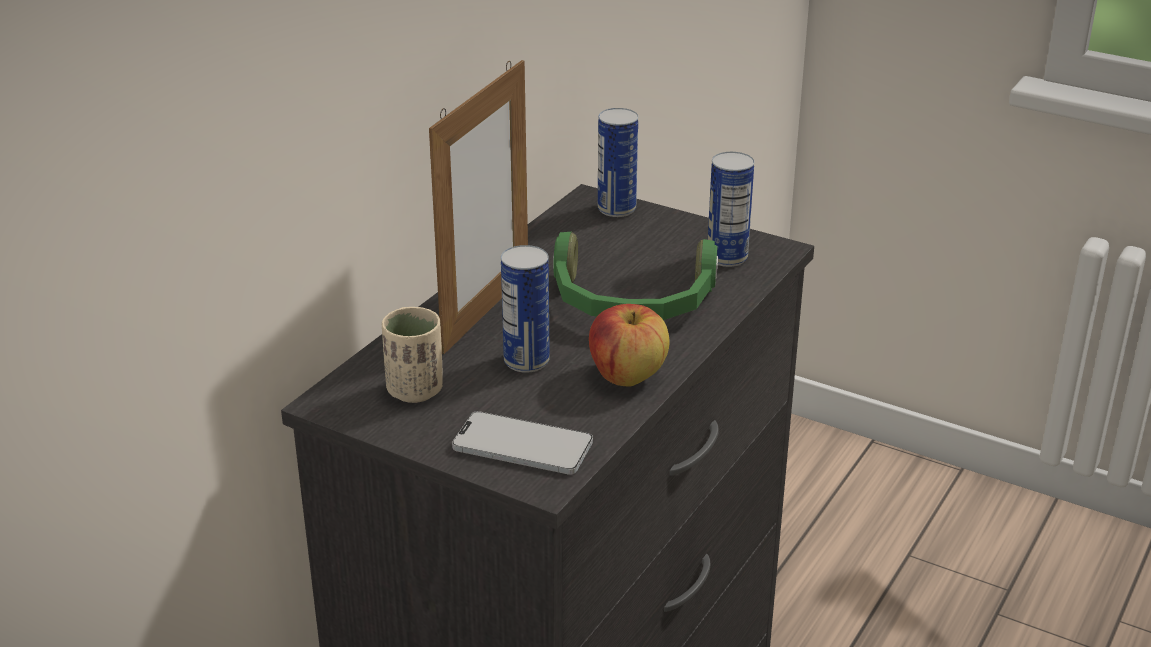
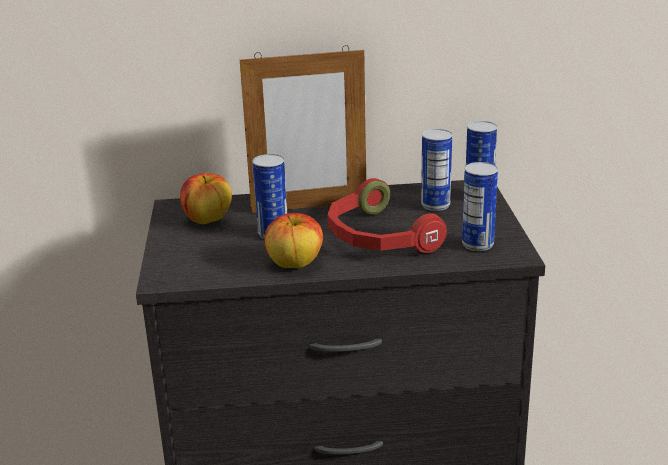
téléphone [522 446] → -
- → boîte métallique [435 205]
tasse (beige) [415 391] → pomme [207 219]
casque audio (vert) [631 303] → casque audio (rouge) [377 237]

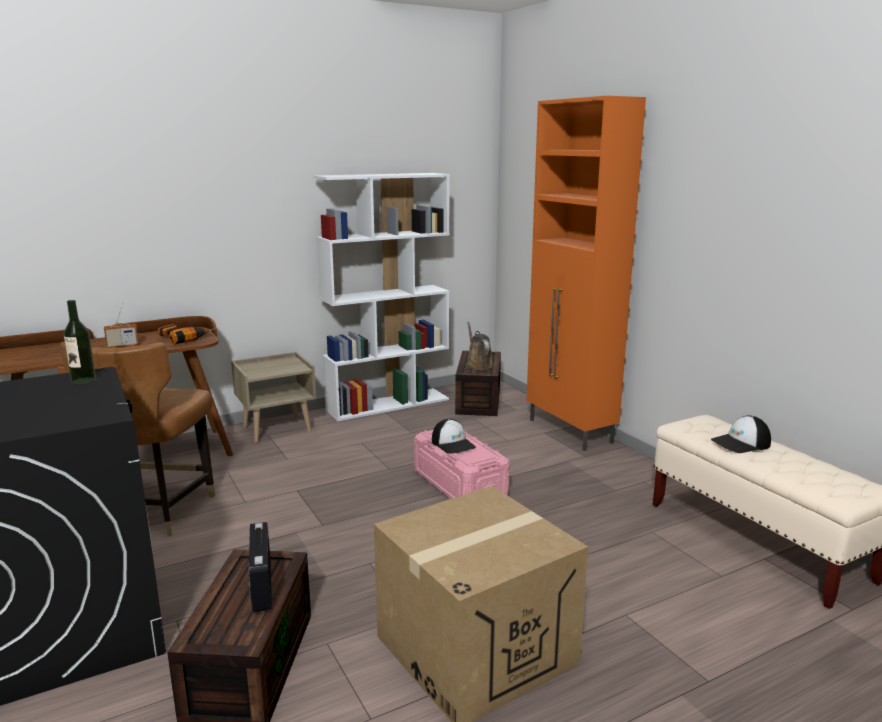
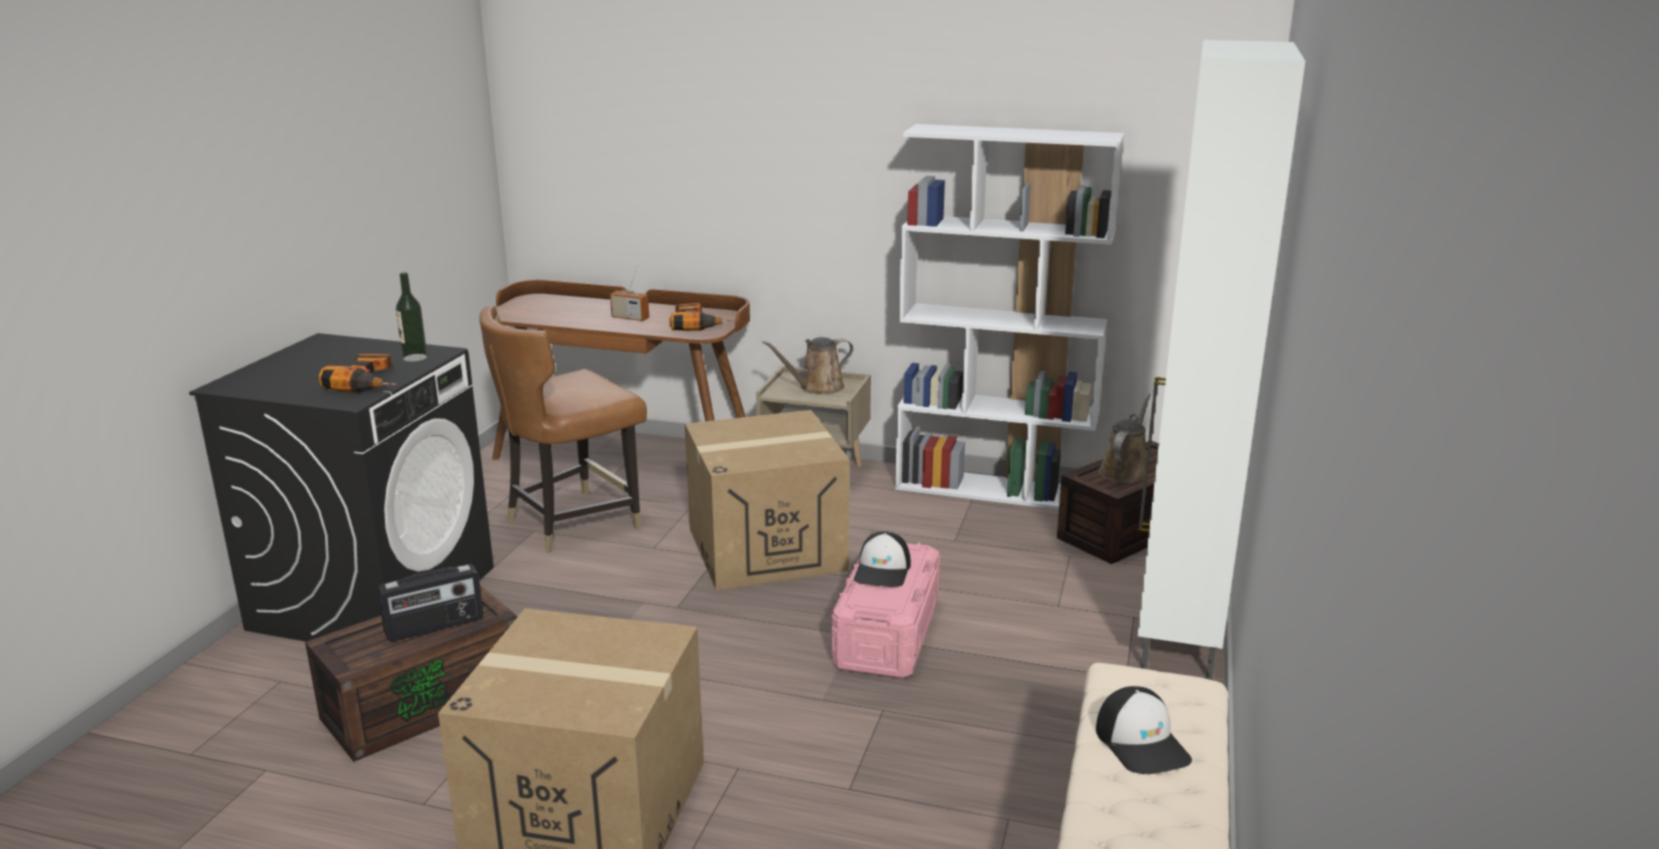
- → perceuse [369 383]
- → carton [767 549]
- → arrosoir (marron) [817 387]
meuble de rangement (orange) [570 432] → meuble de rangement (blanc) [1176 633]
radio [261 587] → radio [434 627], 150 degrees counterclockwise
casquette [741 443] → casquette [1142 743], 135 degrees counterclockwise

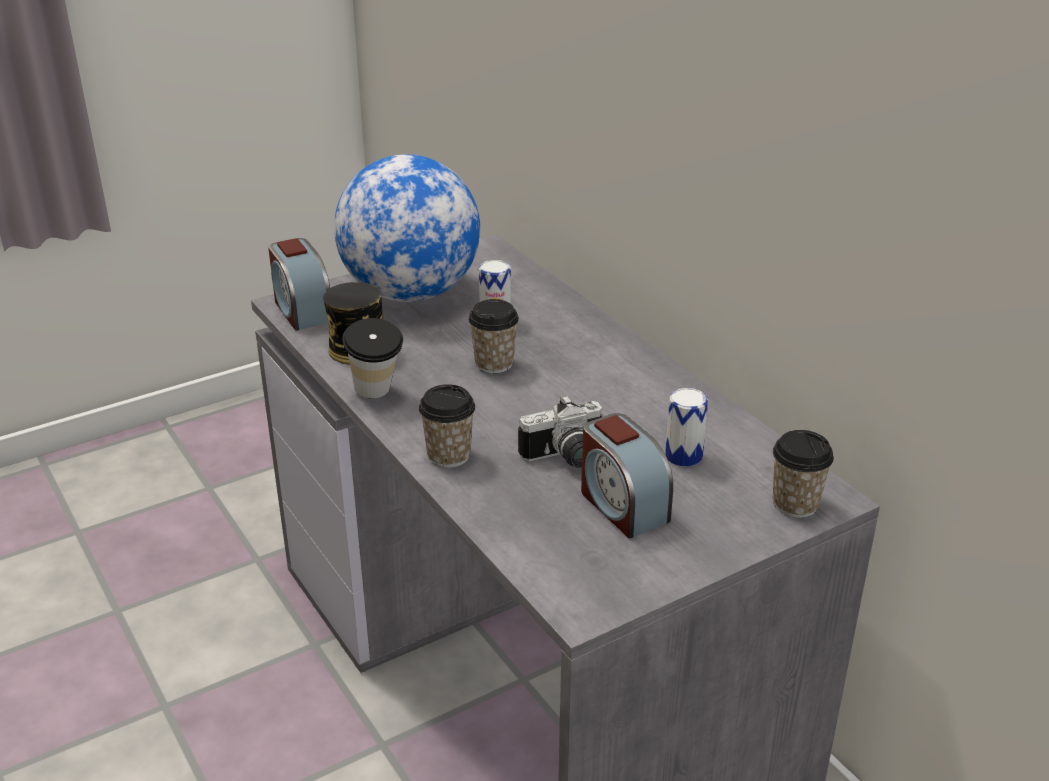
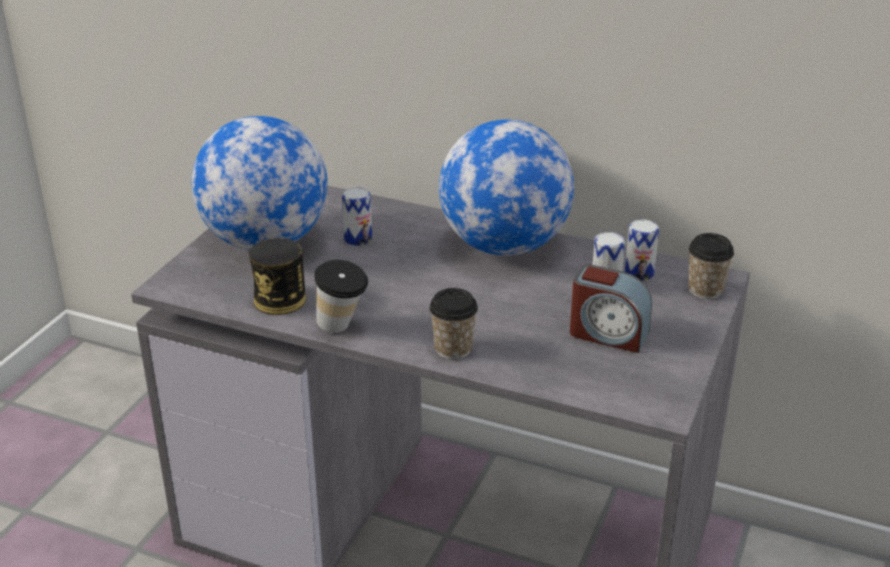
réveil [302 310] → -
tasse [494 364] → -
appareil photo [566 458] → -
- → globe [504 246]
- → boîte métallique [639 273]

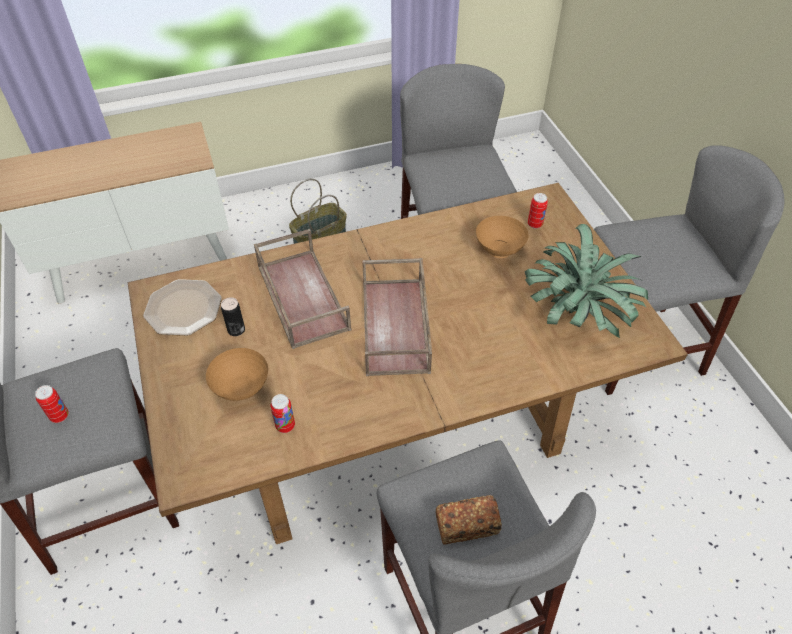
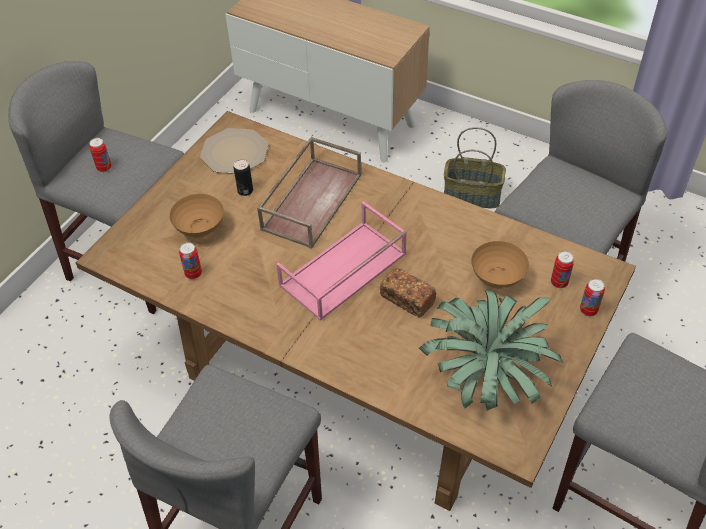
- → boîte métallique [588 310]
pain [466 526] → pain [407 299], moved
plateau (marron) [396 327] → plateau (rose) [343 271]

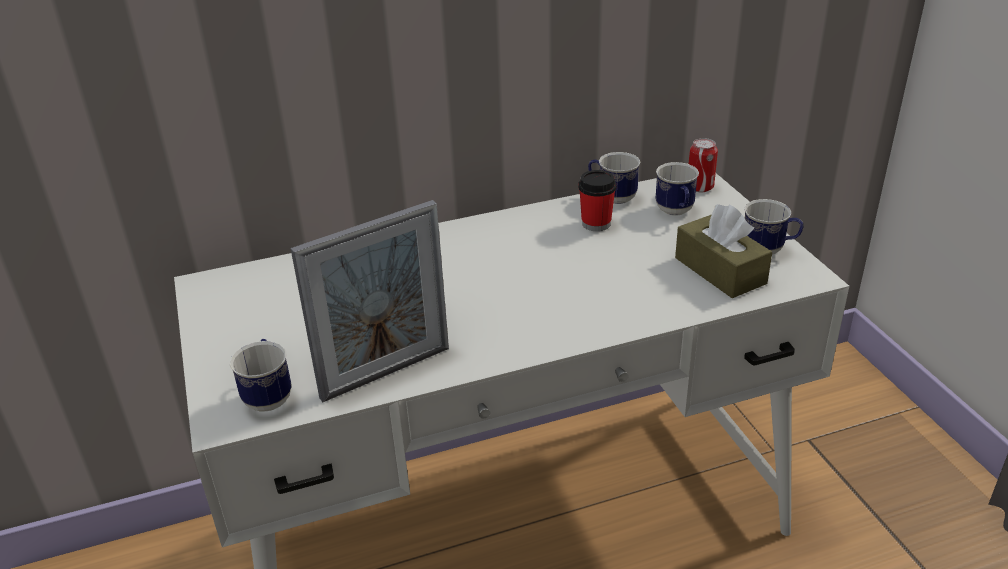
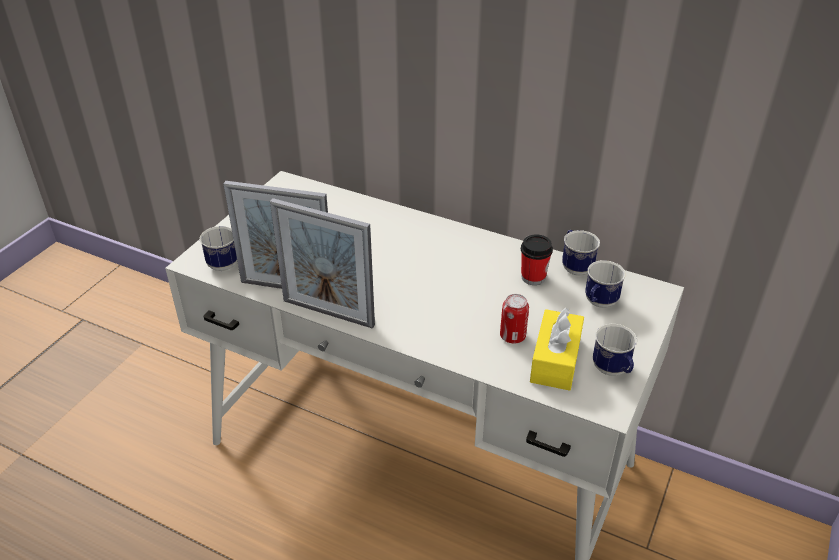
- → cadre photo [328 313]
boîte métallique [700 187] → boîte métallique [512 336], moved
boîte à mouchoirs (marron) [720 271] → boîte à mouchoirs (jaune) [555 360]

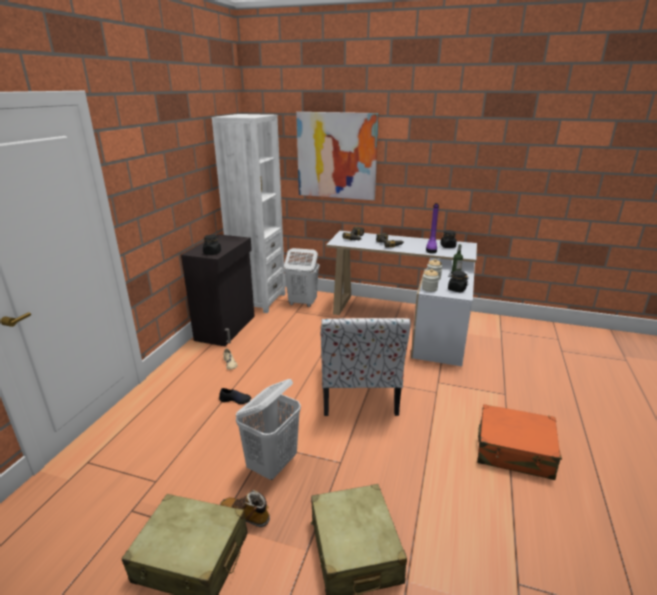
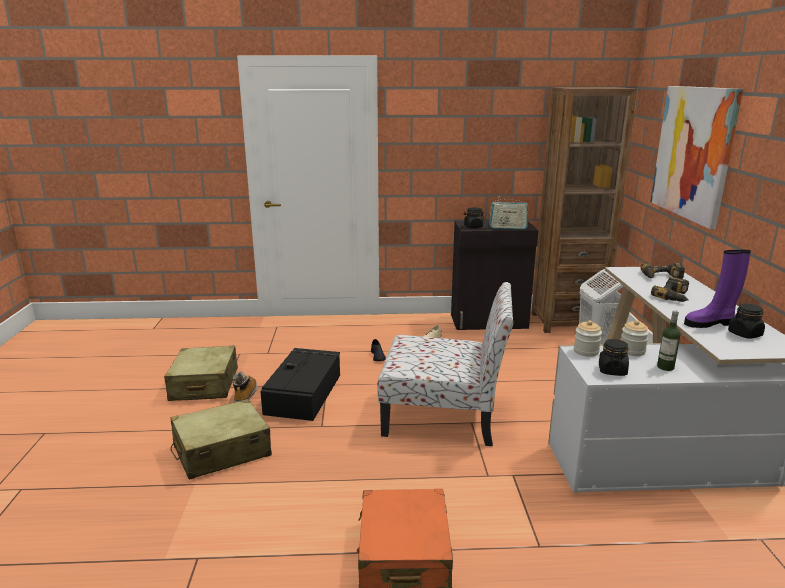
- → radio [508 228]
panier à linge (blanc) [273 464] → boîte de rangement (noir) [304 393]
bibliothèque (blanc) [259 300] → bibliothèque (marron) [566 322]
chaise [358 390] → chaise [444 416], 150 degrees counterclockwise

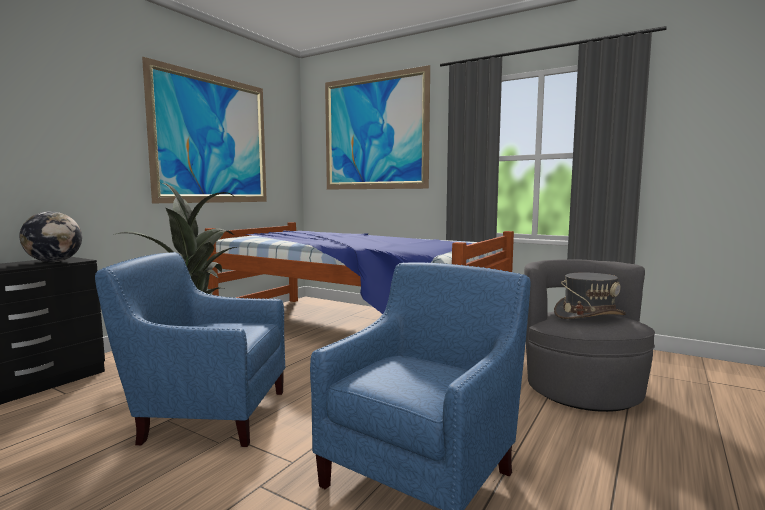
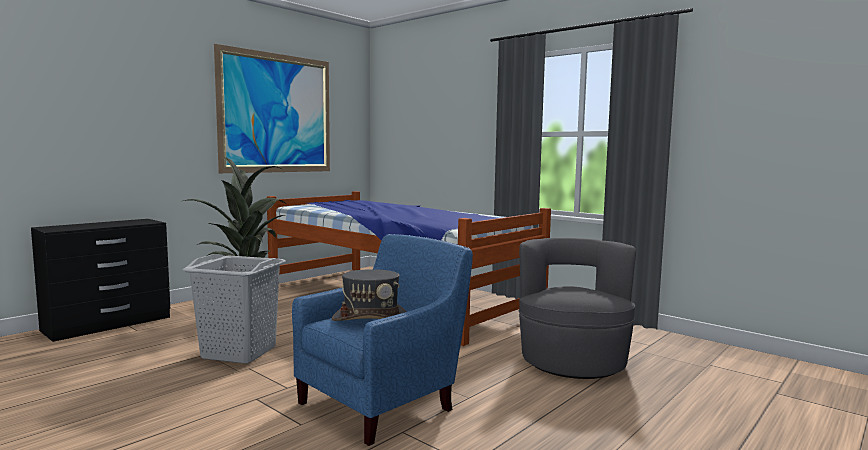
globe [54 262] → -
tableau [374 132] → -
chapeau (gris) [588 315] → chapeau (gris) [371 318], moved
fauteuil (bleu) [208 413] → panier à linge (gris) [239 352]

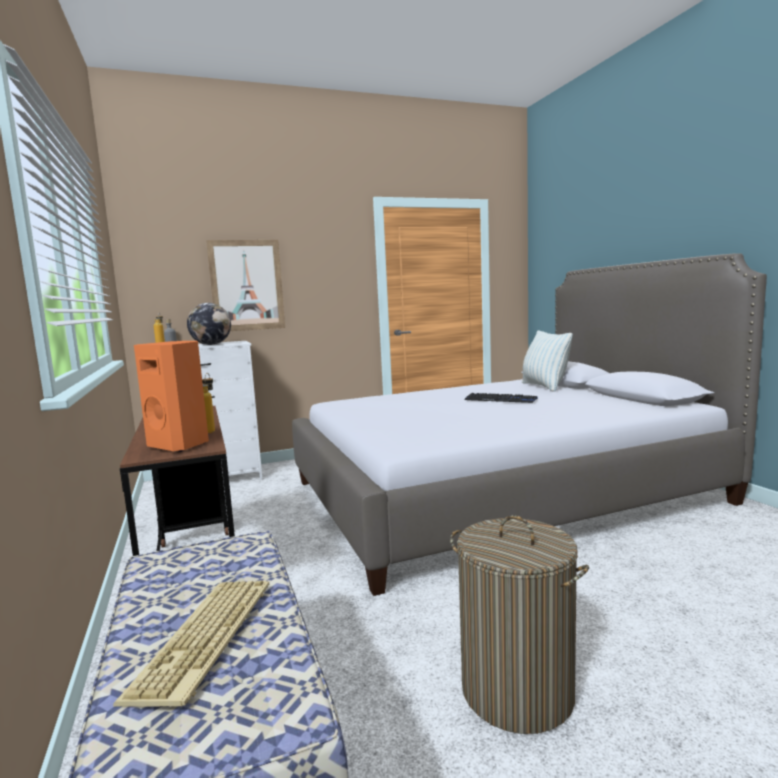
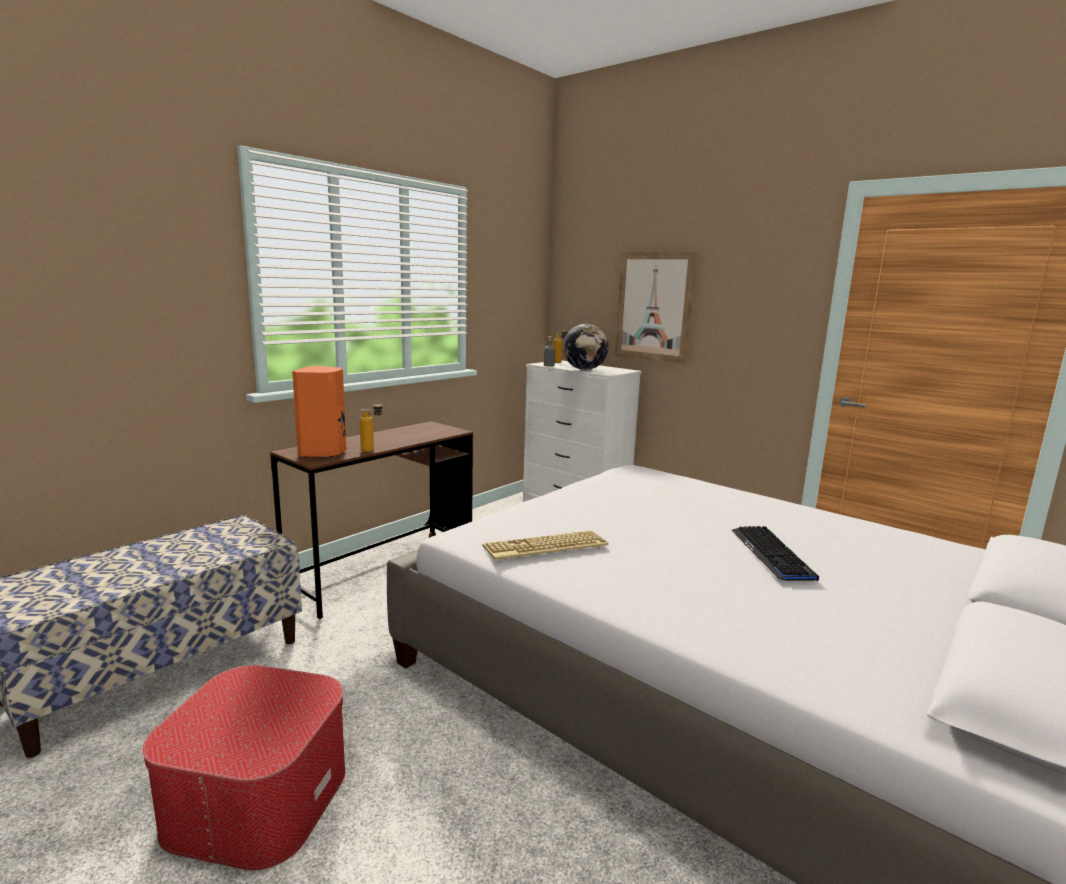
coussin [544 386] → -
clavier [206 639] → clavier [545 548], moved
panier à linge [516 691] → pouf [257 797]

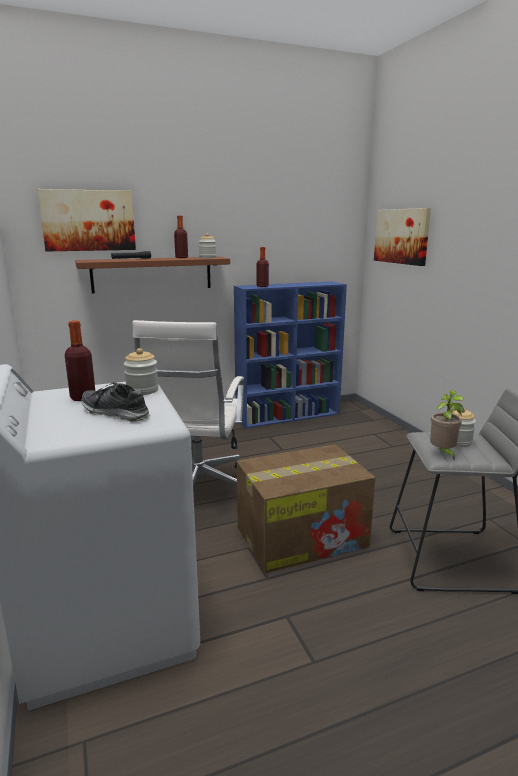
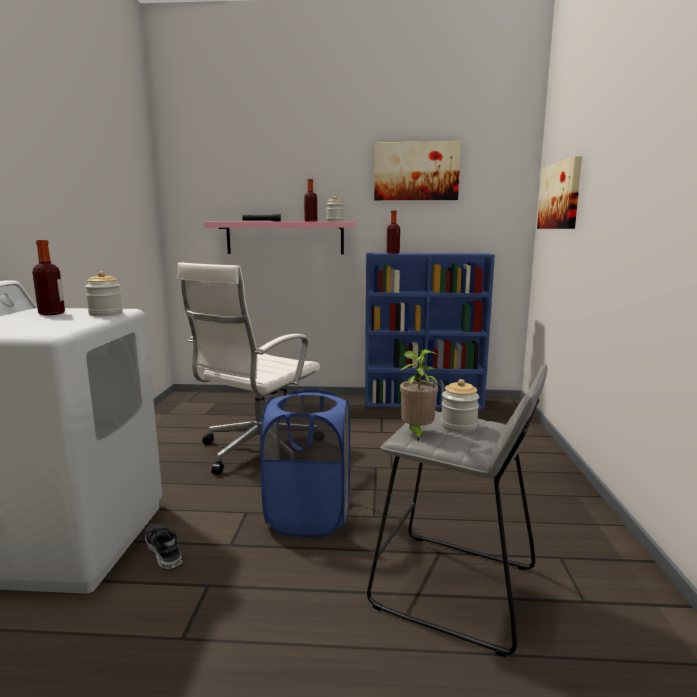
tableau [88 220] → tableau [416 171], moved
chaussure [115 413] → chaussure [163 551], moved
carton [303 536] → panier à linge (bleu) [309 516]
étagère (marron) [152 274] → étagère (rose) [285 238]

